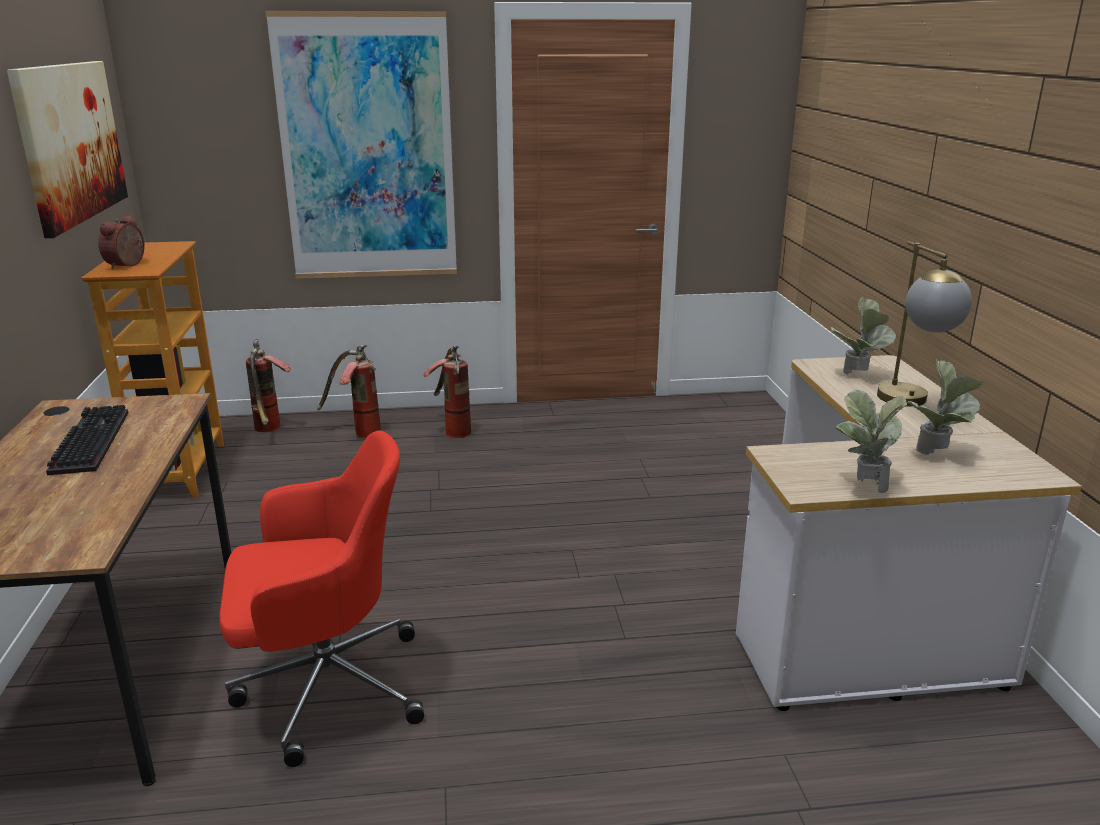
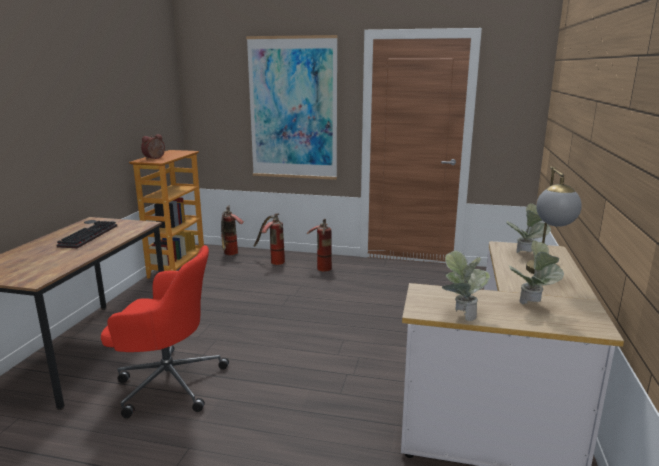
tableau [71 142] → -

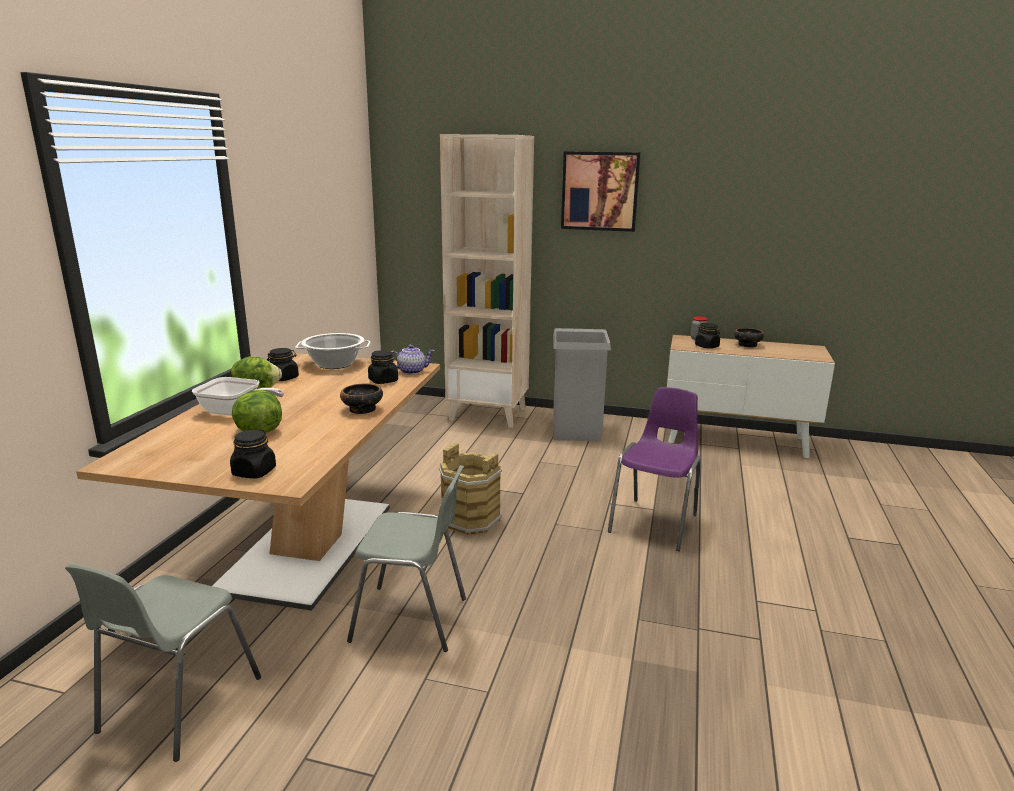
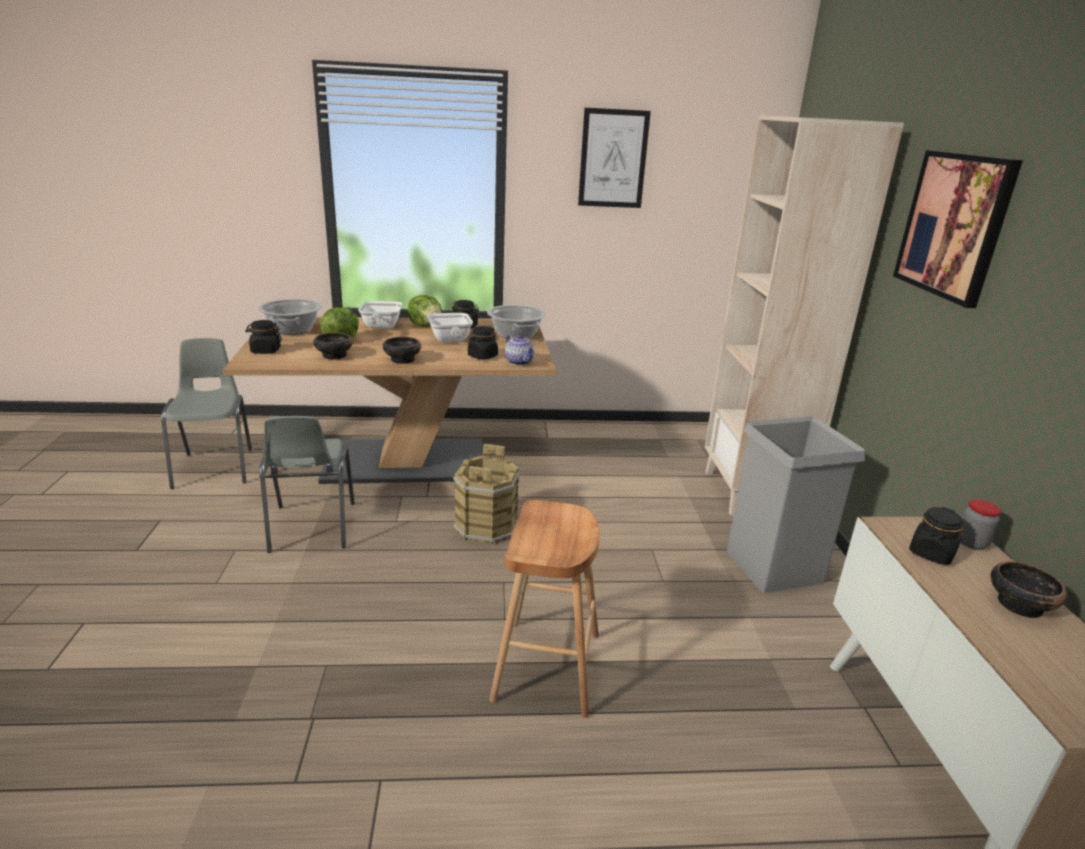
- → marmite [292 329]
- → bol [334 355]
- → poêle [450 341]
- → tableau [613 159]
chaise (violet) [655 523] → tabouret (marron) [547 665]
chaise (gris) [177 706] → chaise (gris) [215 467], 75 degrees clockwise

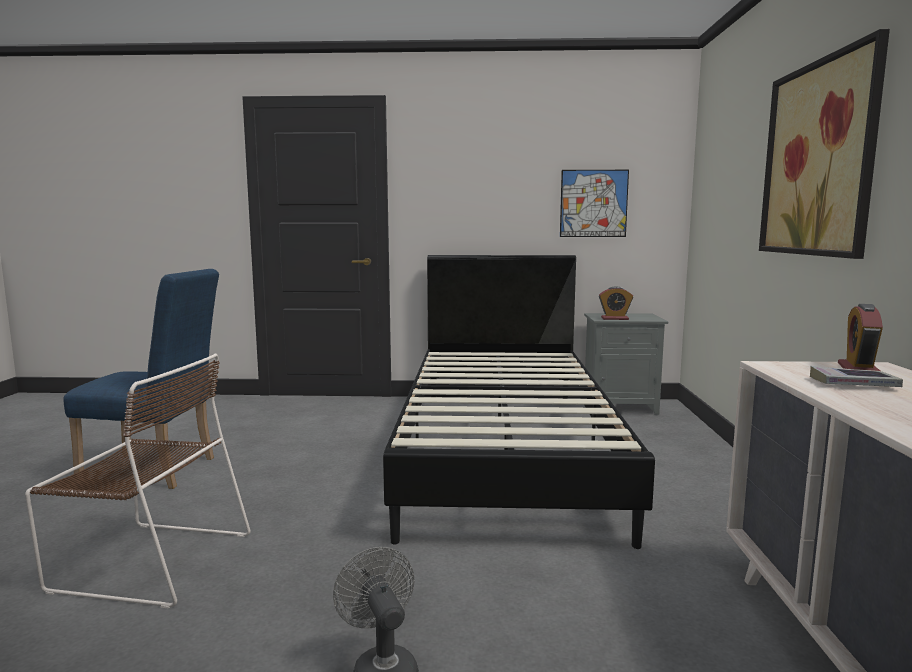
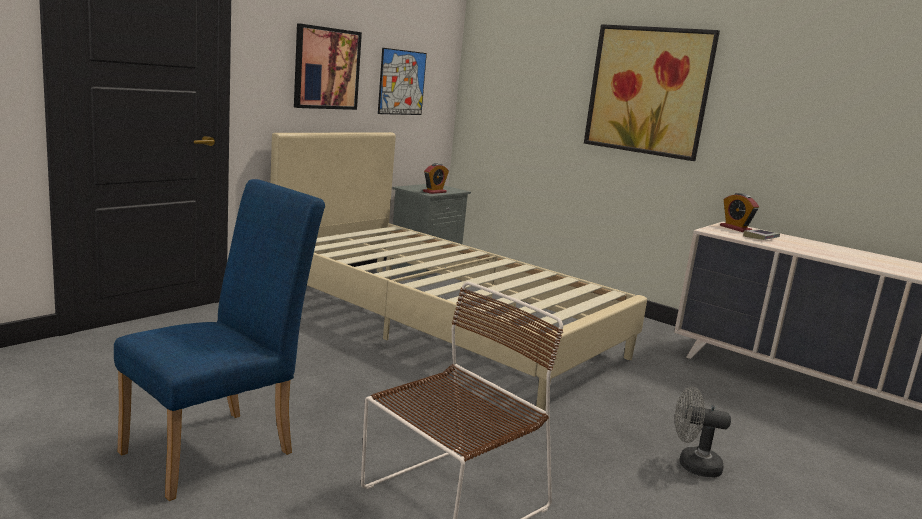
- → tableau [326 68]
lit (noir) [505 450] → lit (beige) [441 324]

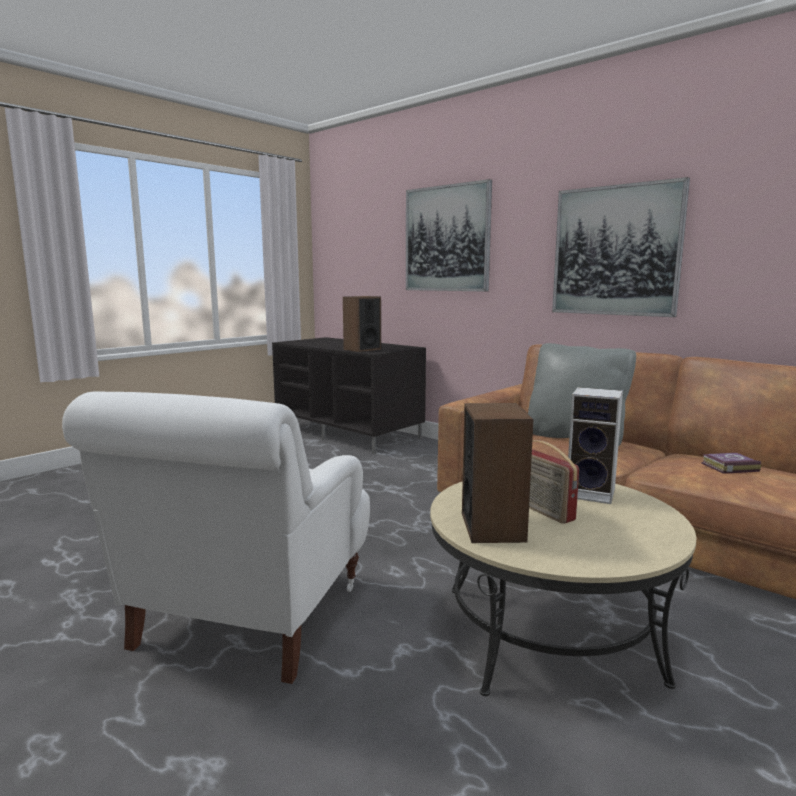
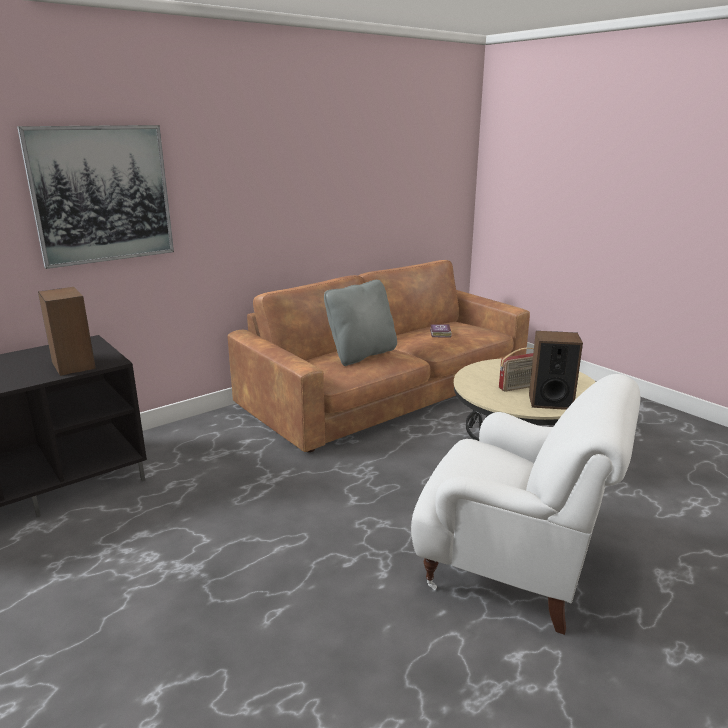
tableau [616 251] → -
enceinte [592 494] → -

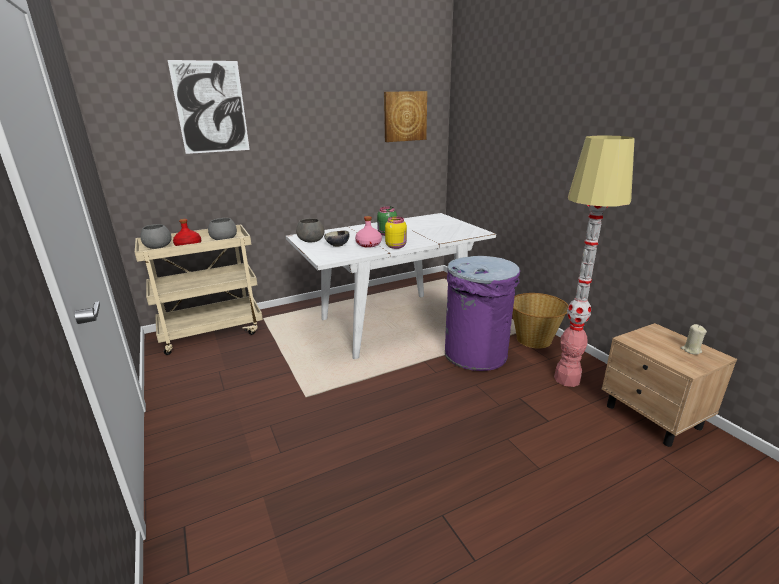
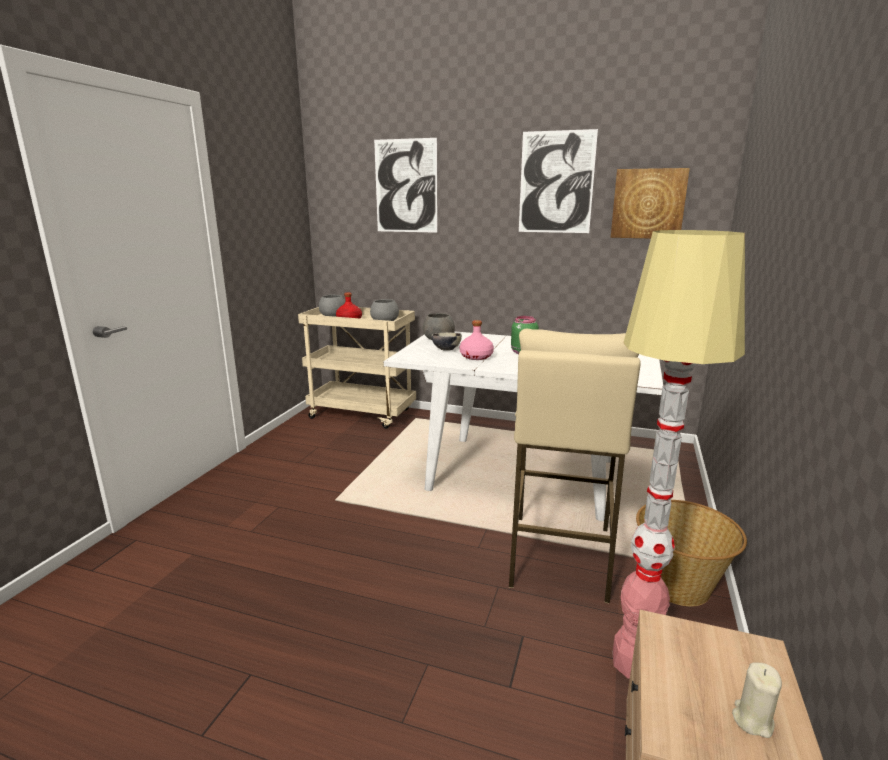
bocal (jaune) [396 246] → -
- → tableau [556 182]
poubelle (violet) [476 354] → tabouret (beige) [559 556]

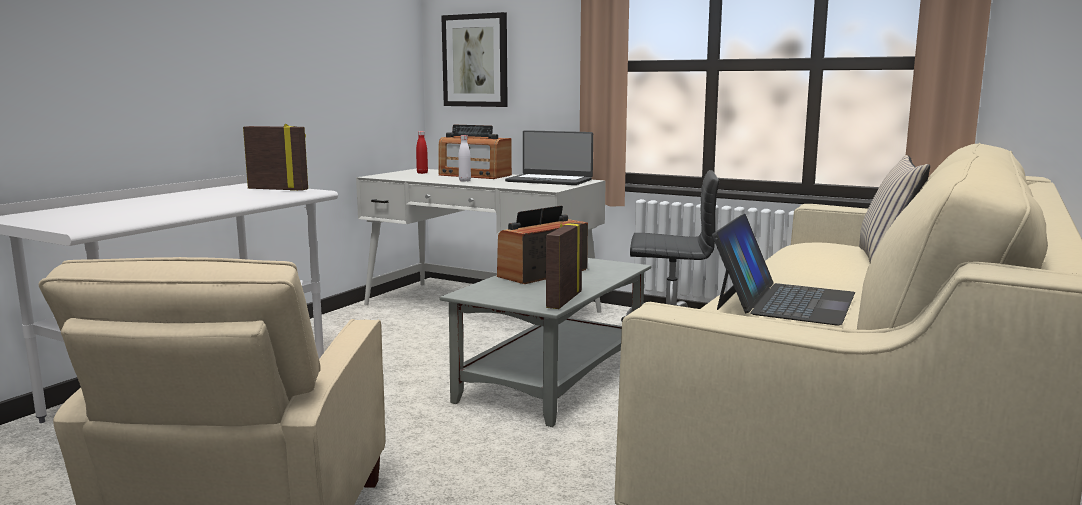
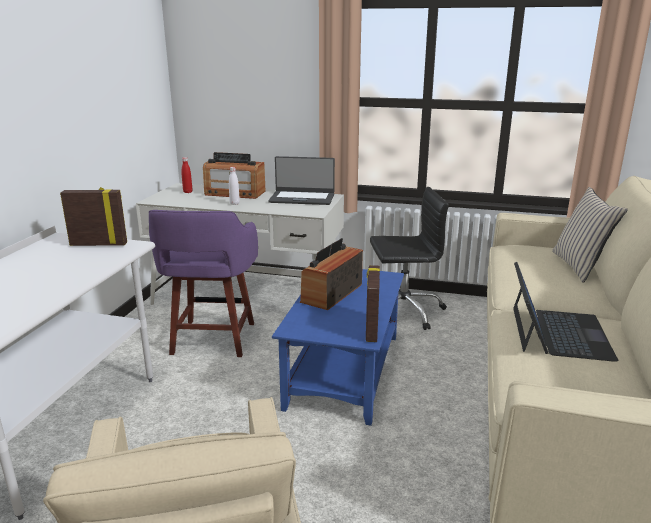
tableau [475 60] → -
- → tabouret (violet) [213 340]
table basse (gris) [553 379] → table basse (bleu) [344 371]

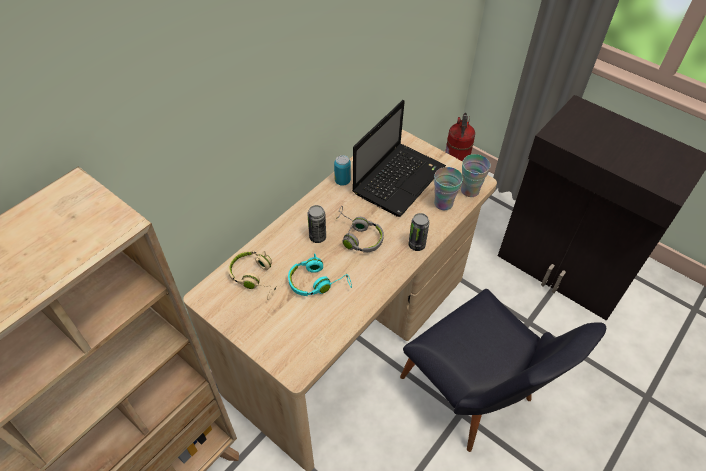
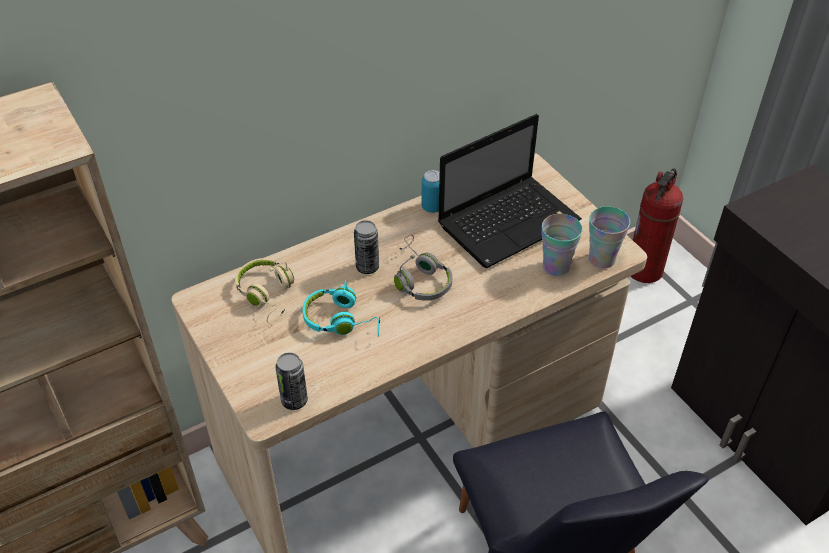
boîte métallique [416 245] → boîte métallique [294 400], moved

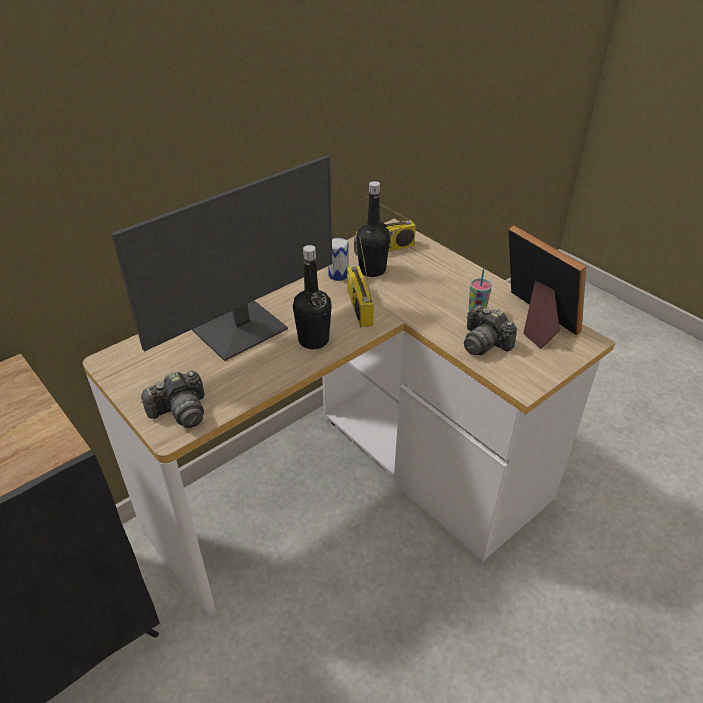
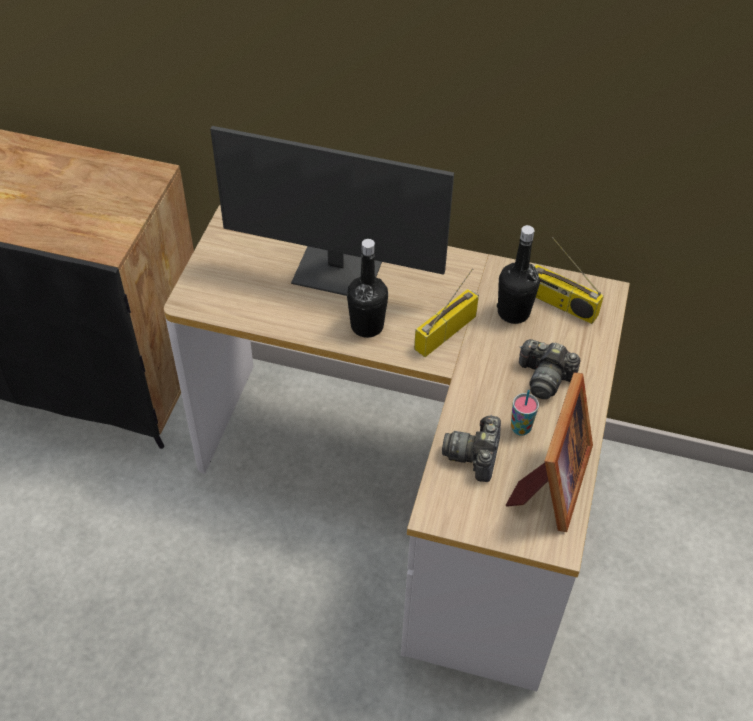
boîte métallique [338 275] → -
appareil photo [180 412] → appareil photo [545 378], moved

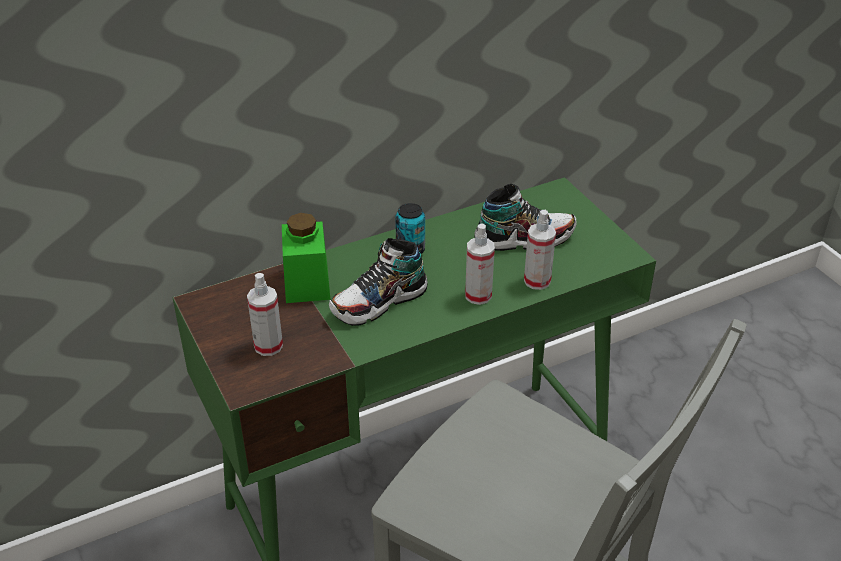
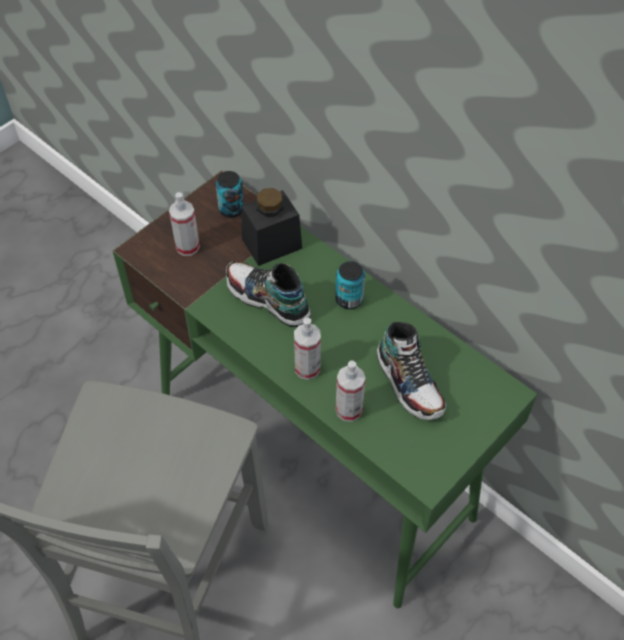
- → boîte métallique [231 209]
bocal (vert) [307 283] → bocal (noir) [272 243]

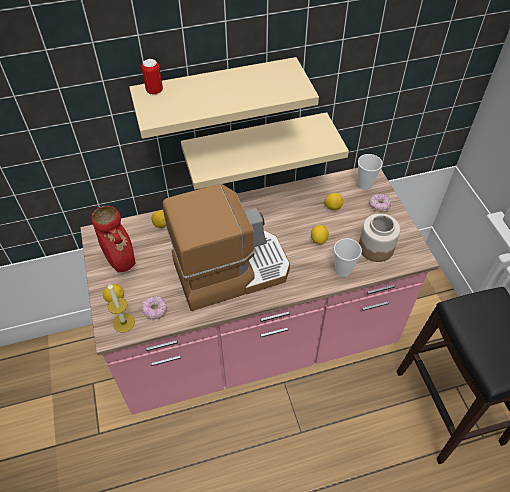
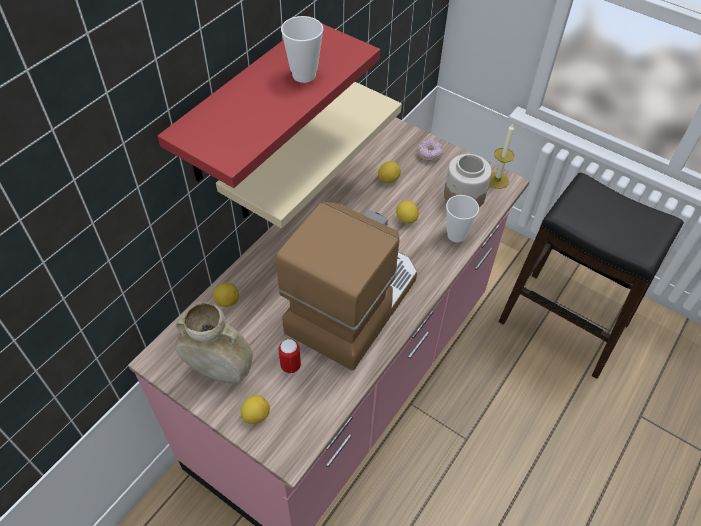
beignet [155 311] → -
bougie [124 322] → bougie [497 180], moved
boîte métallique [154 91] → boîte métallique [290 365], moved
tasse [365 185] → tasse [304 75], moved
vase (rouge) [121 261] → vase (beige) [220 370]
étagère (beige) [216 97] → étagère (rouge) [244 105]

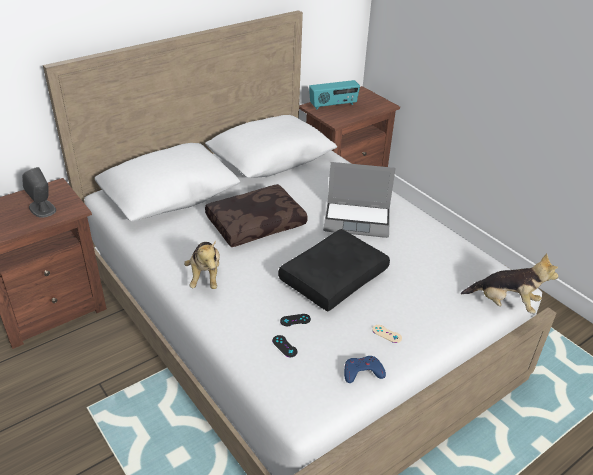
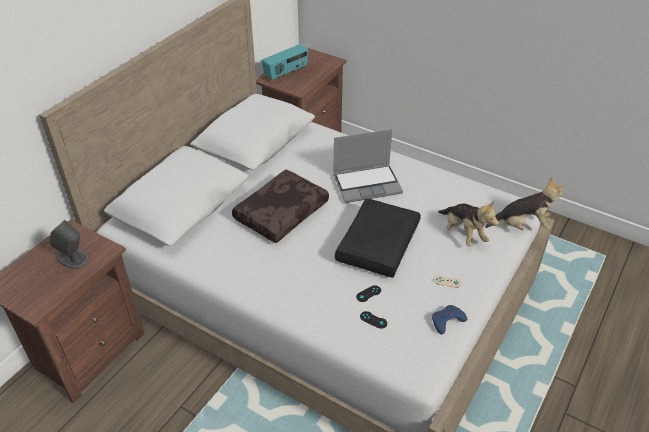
peluche [205 276] → peluche [463 233], moved

